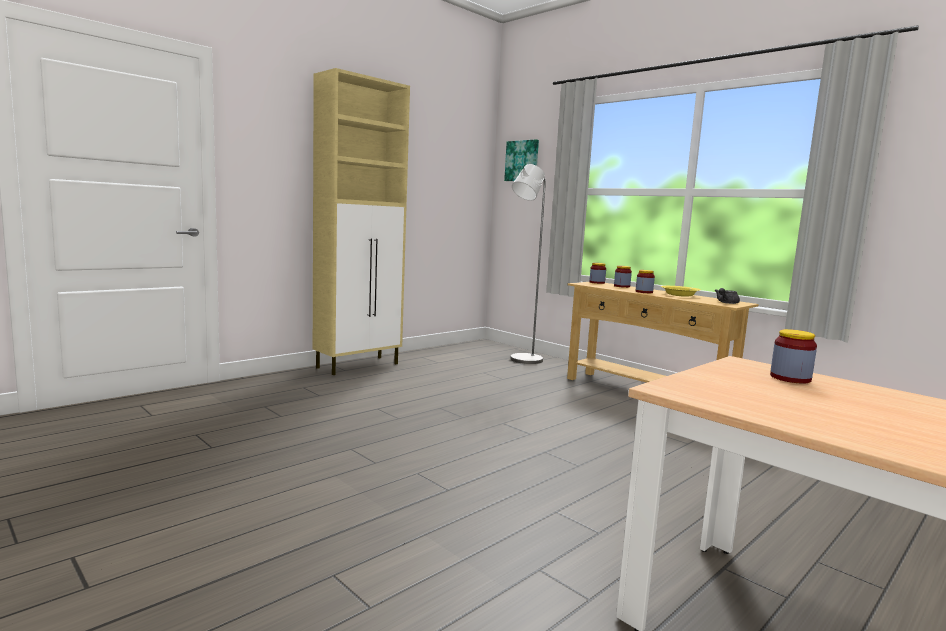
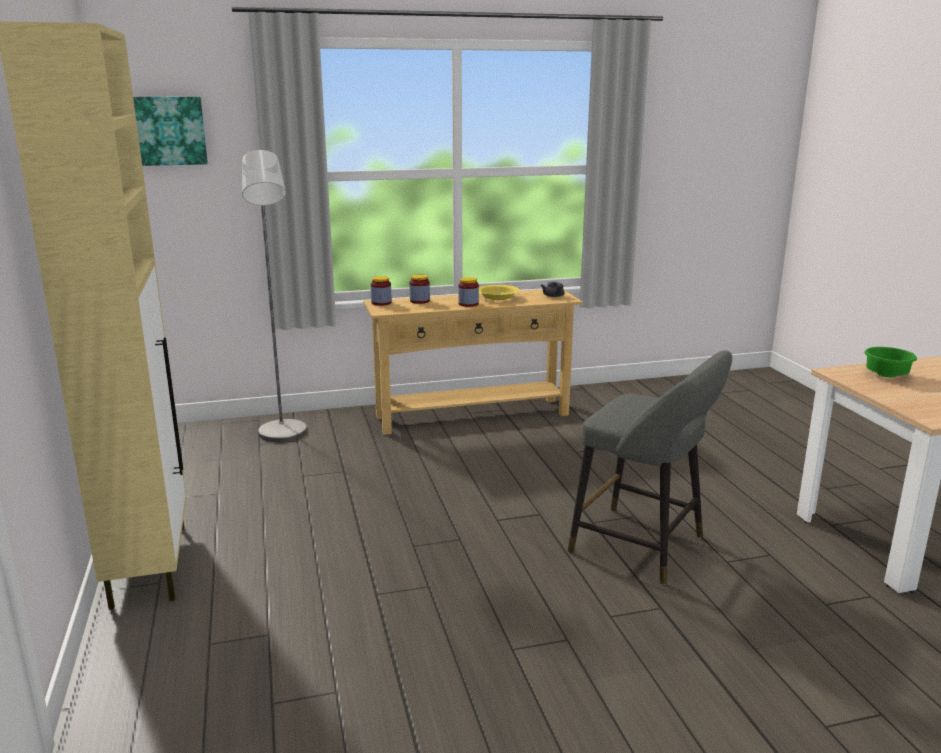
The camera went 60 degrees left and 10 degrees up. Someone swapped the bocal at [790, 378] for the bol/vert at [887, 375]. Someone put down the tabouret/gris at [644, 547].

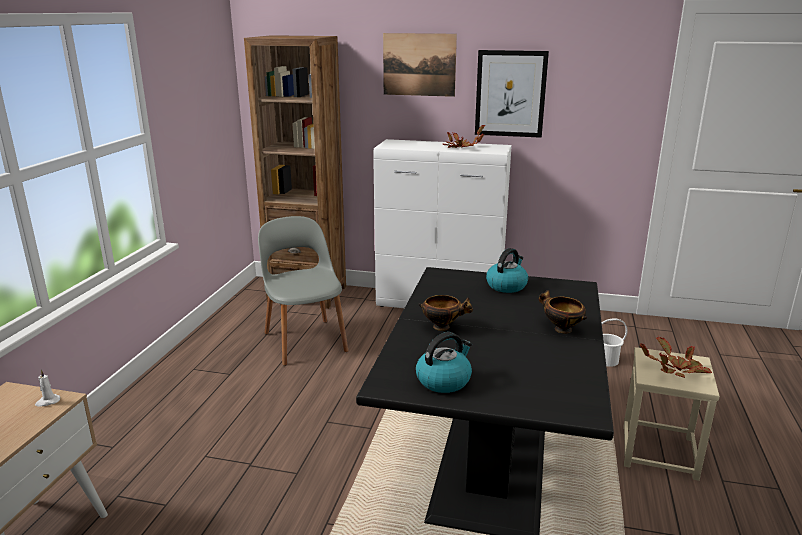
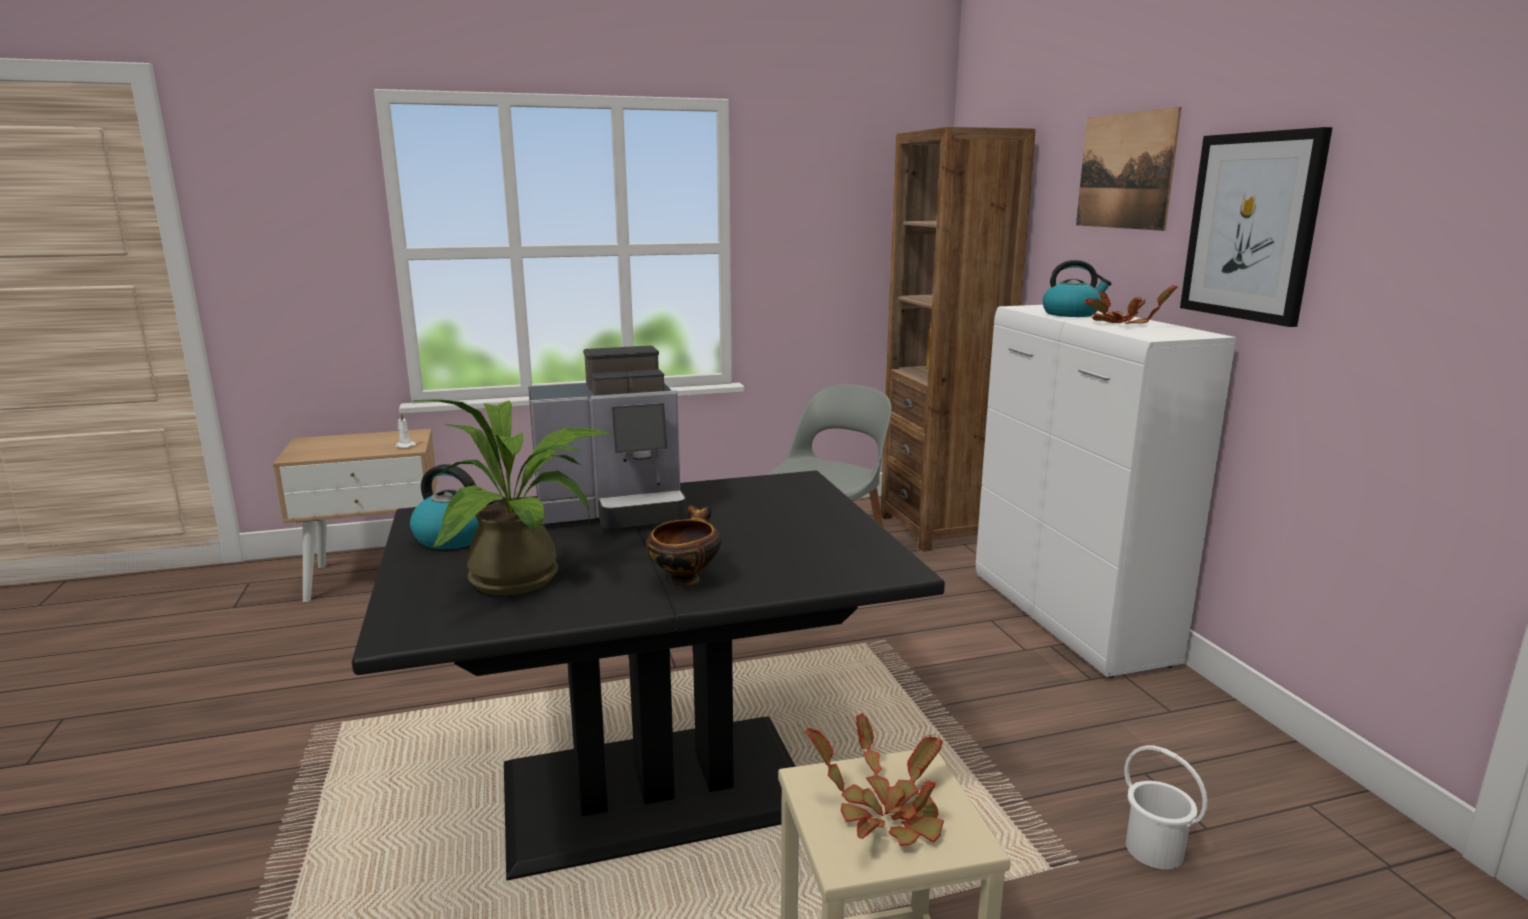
The camera went 60 degrees right and 5 degrees down. Someone carried the bouilloire from [506, 285] to [1071, 314]. Someone swapped the bol at [443, 327] for the machine à café at [614, 511]. Someone put down the plante en pot at [526, 577].

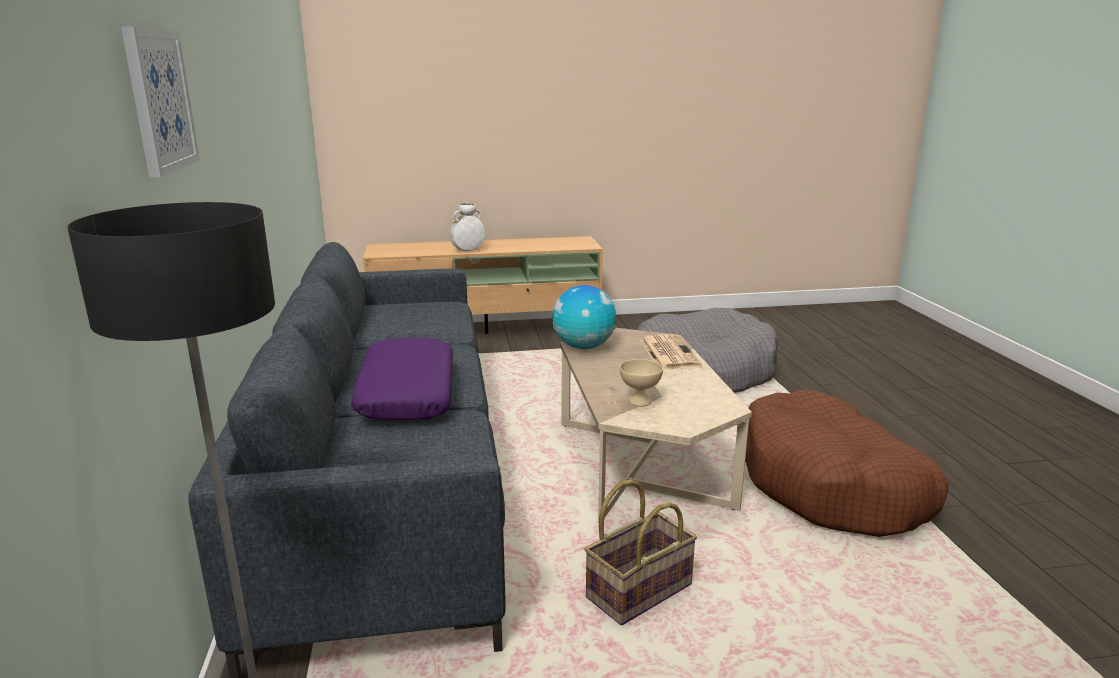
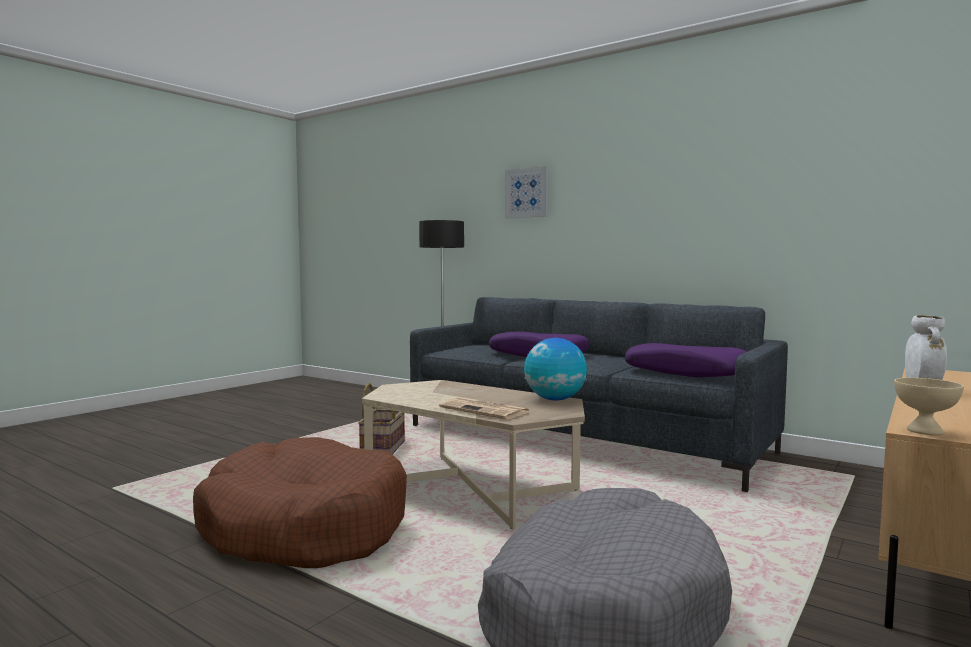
The camera went 135 degrees right and 15 degrees down. Someone carried the bol/beige from [639, 402] to [924, 431]. Someone put down the coussin/violet at [686, 372].

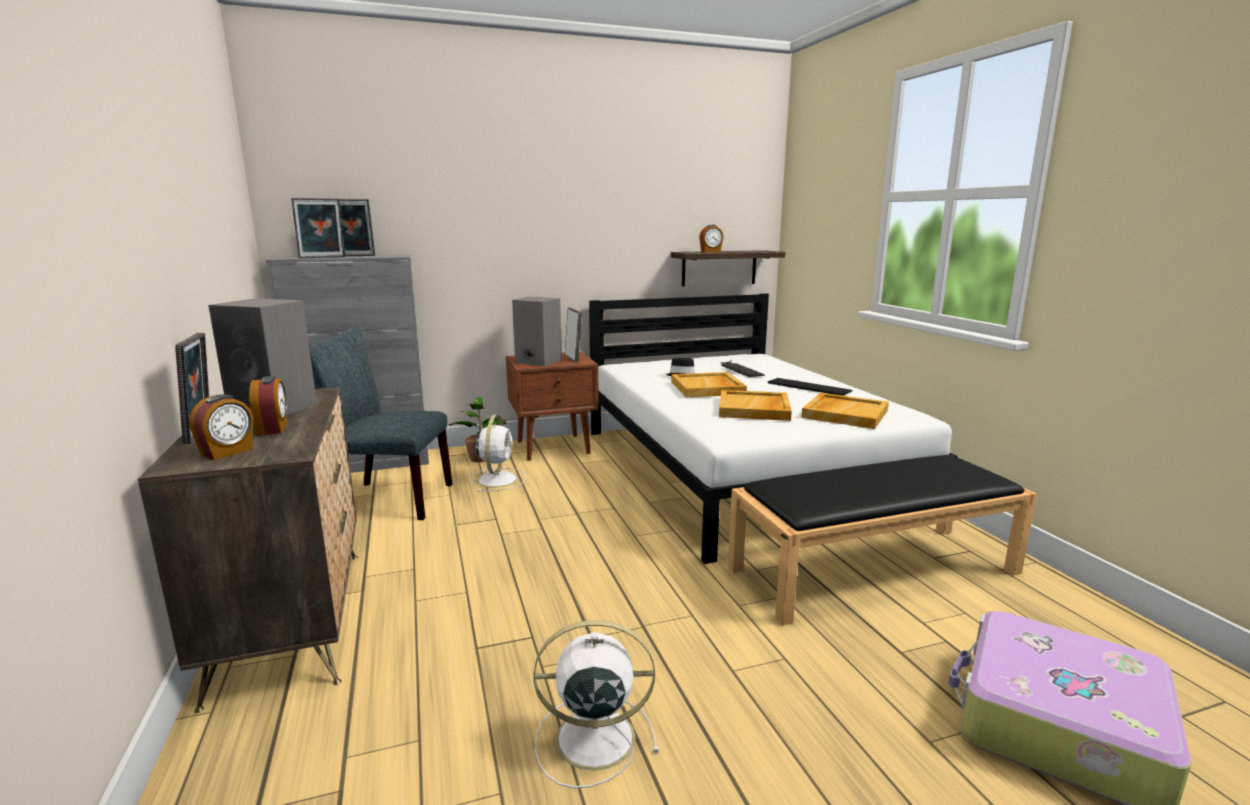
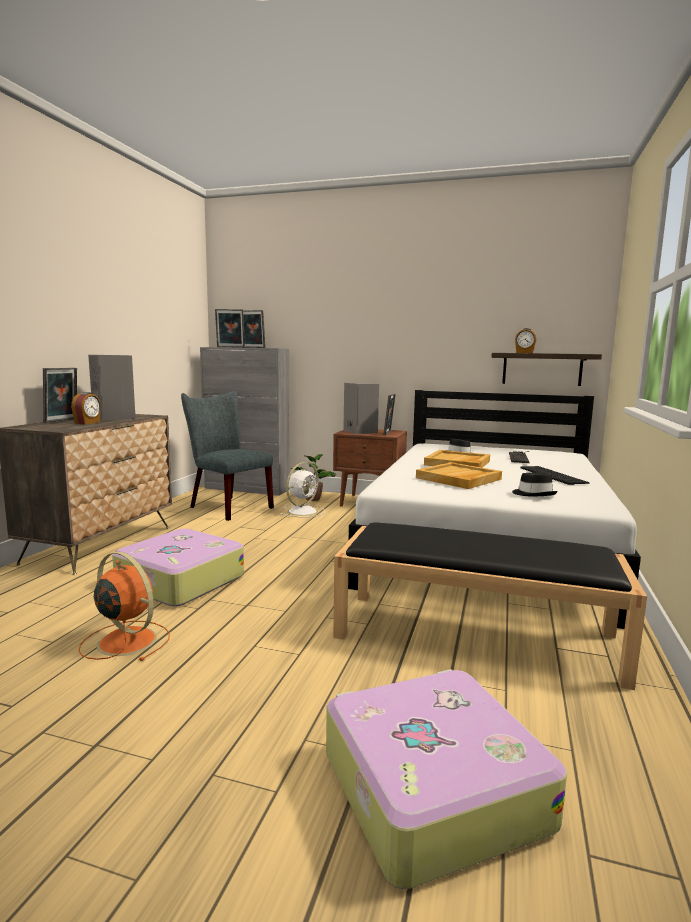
The camera went 35 degrees right and 5 degrees down. Someone swapped the plateau/beige at [844, 413] for the chapeau/noir at [534, 494]. Someone took away the réveil at [227, 452]. Someone repainted the ventilateur/blanc at [591, 738], which became the ventilateur/orange at [125, 640]. Someone put down the valise at [179, 580].

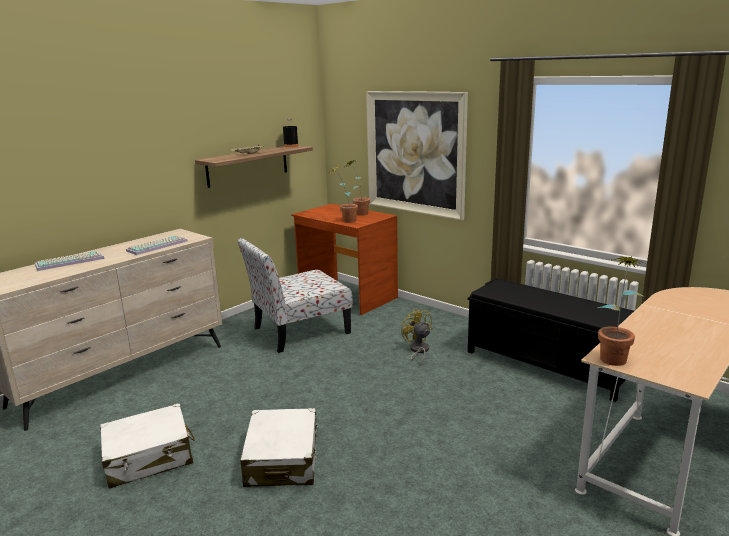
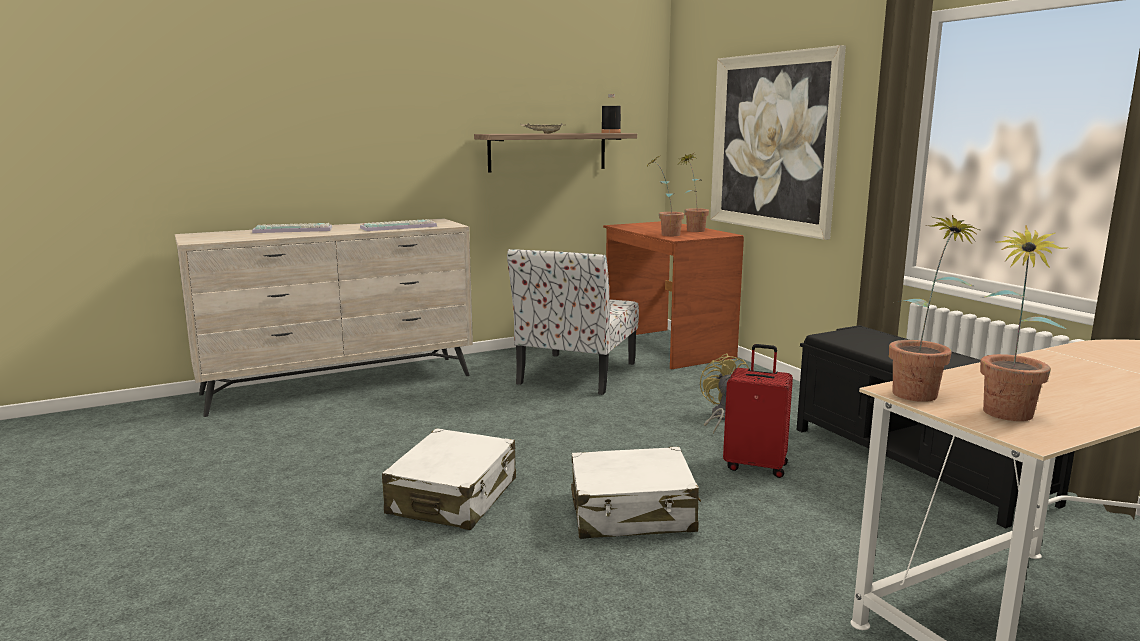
The camera went 20 degrees right and 5 degrees down. Someone rotated the chaise at [299, 331] by 60 degrees counterclockwise. Someone carried the valise/blanc from [149, 457] to [632, 513]. Someone put down the plante en pot at [1005, 417]. Someone put down the valise/rouge at [756, 466].

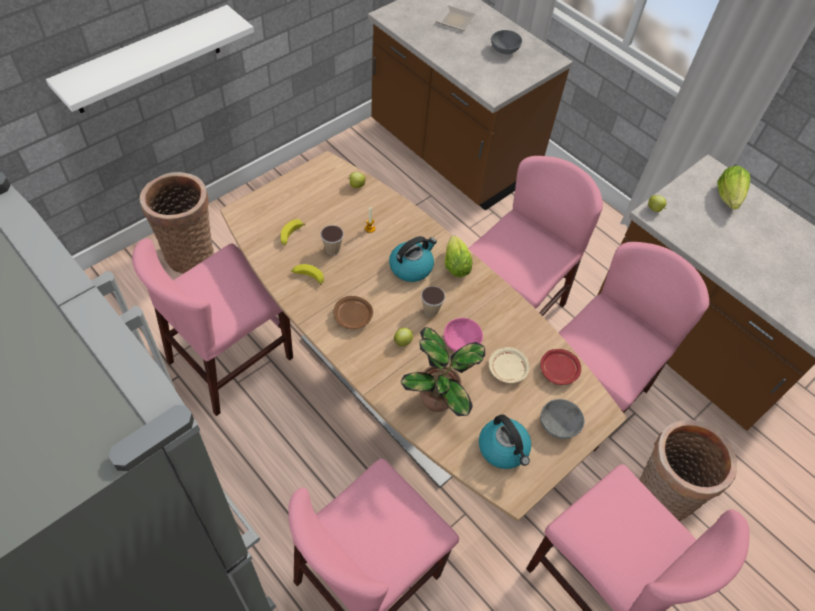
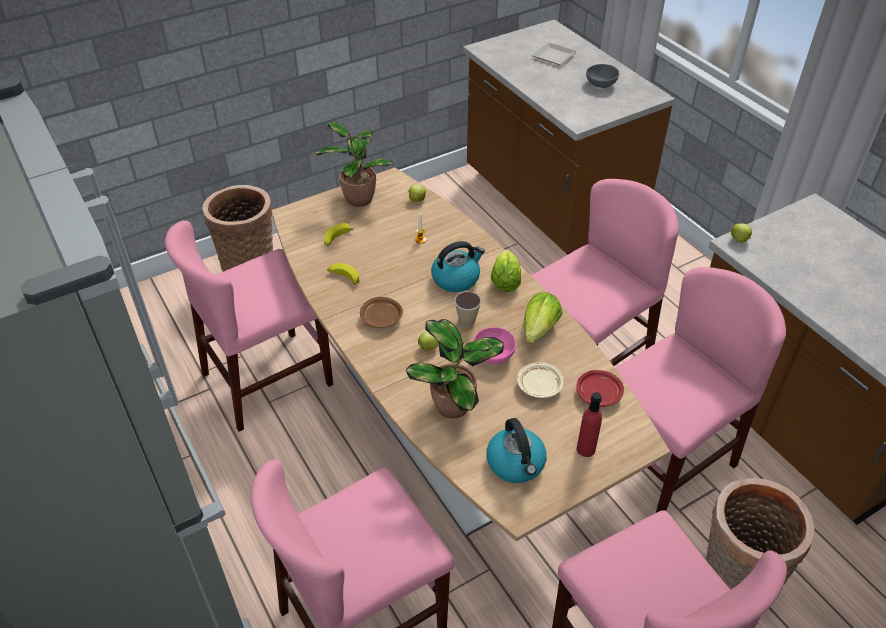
The camera went 15 degrees right and 10 degrees down. Someone took away the étagère/blanc at [147, 60]. Someone carried the laitue from [728, 197] to [539, 329]. Someone took away the tasse at [332, 250]. Someone swapped the bol/gris at [558, 426] for the bouteille/rouge at [586, 449]. Someone put down the plante en pot at [357, 198].

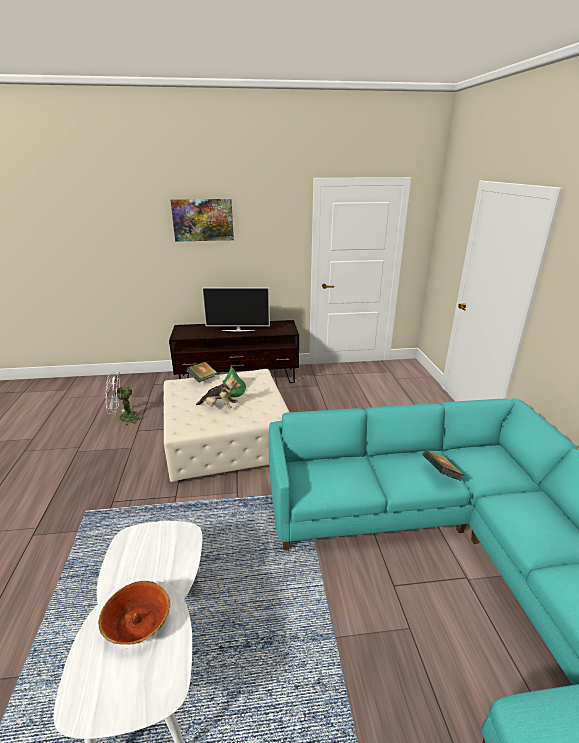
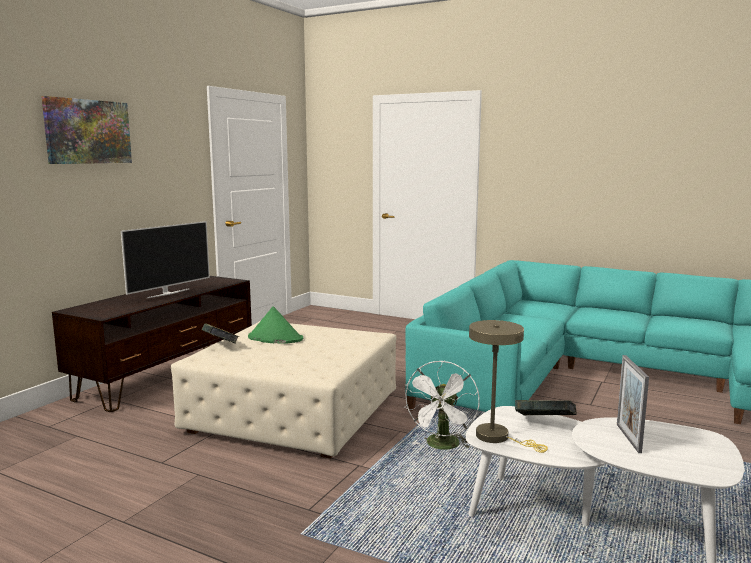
The camera went 55 degrees left and 15 degrees down. Someone carried the ventilateur/blanc from [124, 418] to [442, 446]. Someone took away the peluche at [219, 407]. Someone carried the livre from [440, 474] to [544, 424]. Someone swapped the bol at [138, 623] for the cadre photo at [628, 438]. Someone put down the lampe de table/beige at [498, 437].

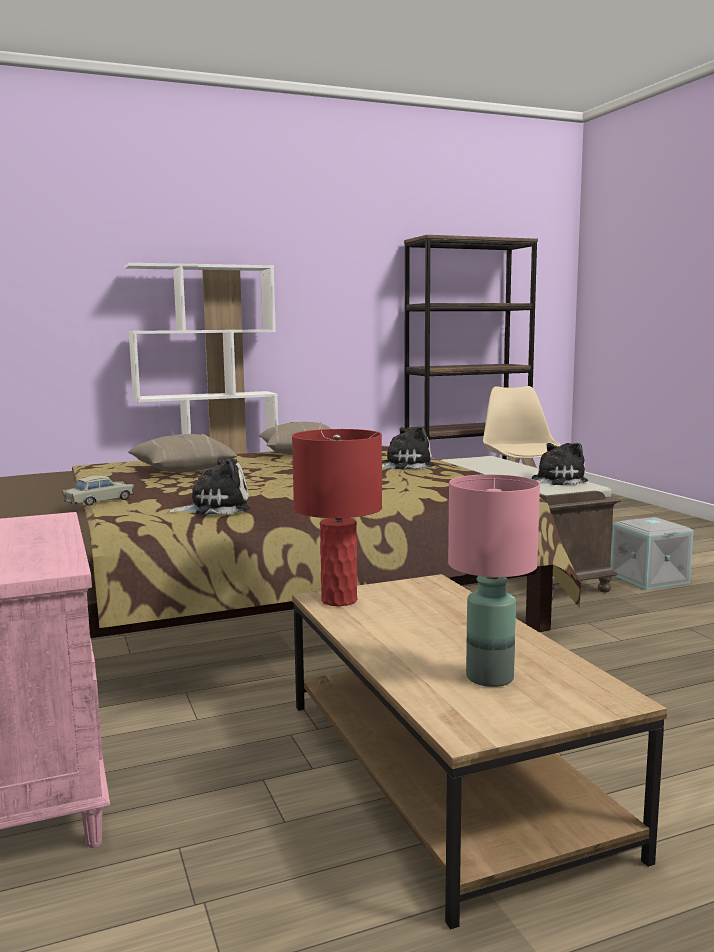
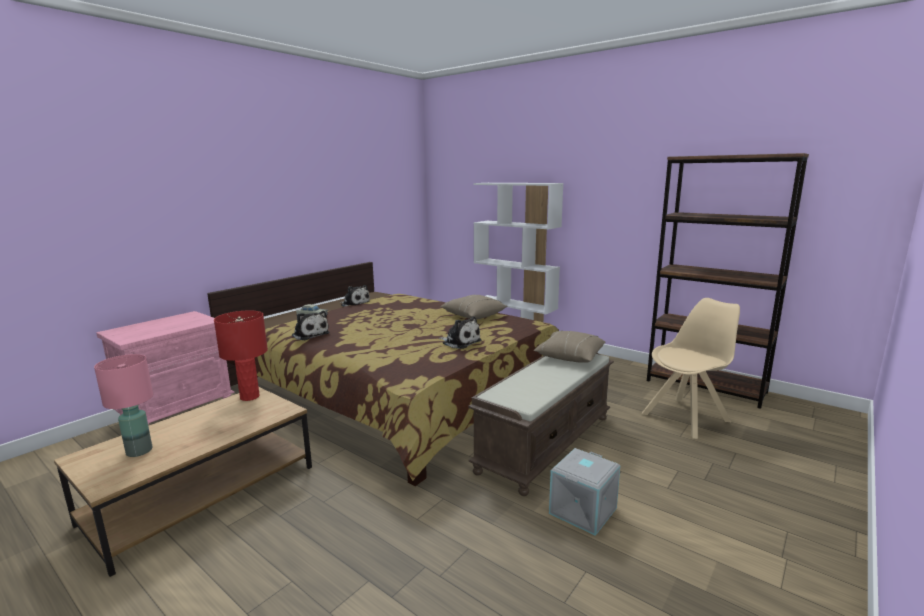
The camera went 60 degrees right and 5 degrees up. Someone carried the coussin/beige from [182, 470] to [569, 356]. Someone carried the peluche from [555, 481] to [354, 304].

